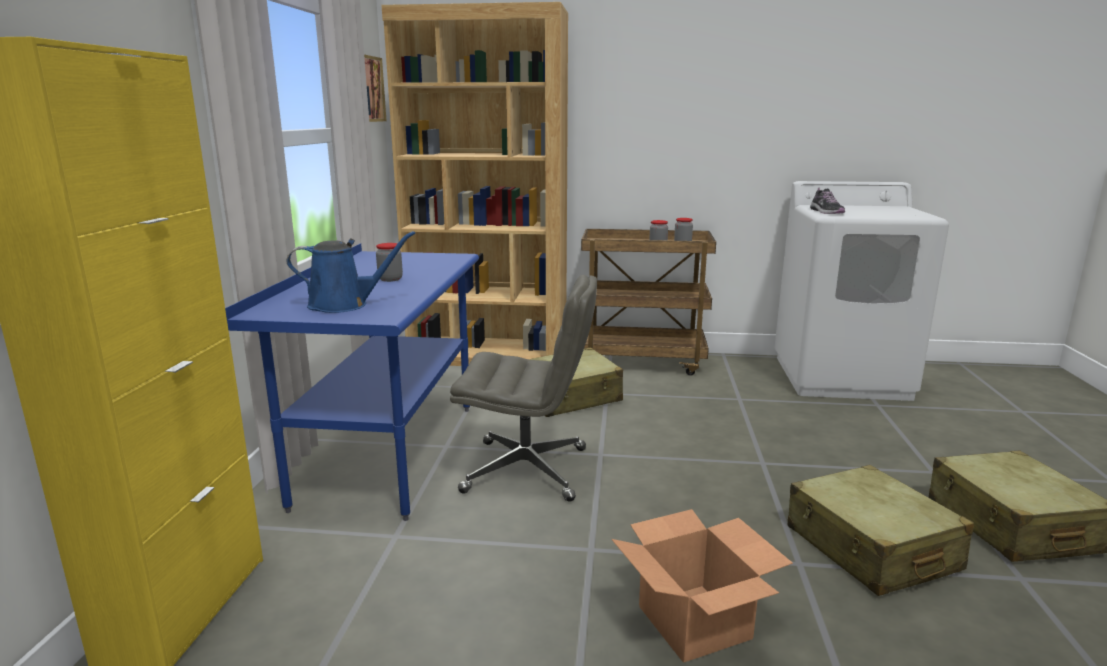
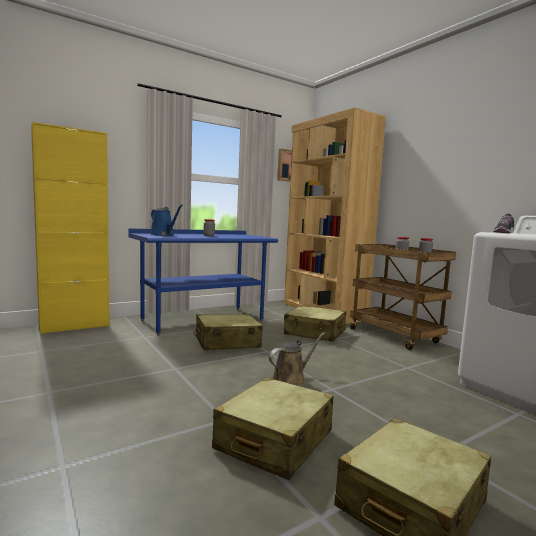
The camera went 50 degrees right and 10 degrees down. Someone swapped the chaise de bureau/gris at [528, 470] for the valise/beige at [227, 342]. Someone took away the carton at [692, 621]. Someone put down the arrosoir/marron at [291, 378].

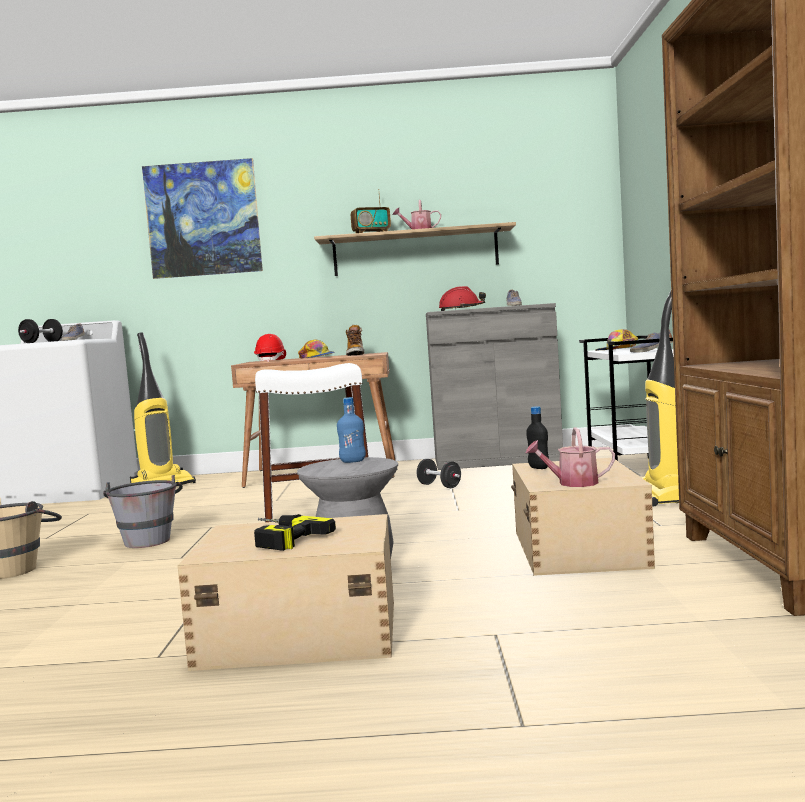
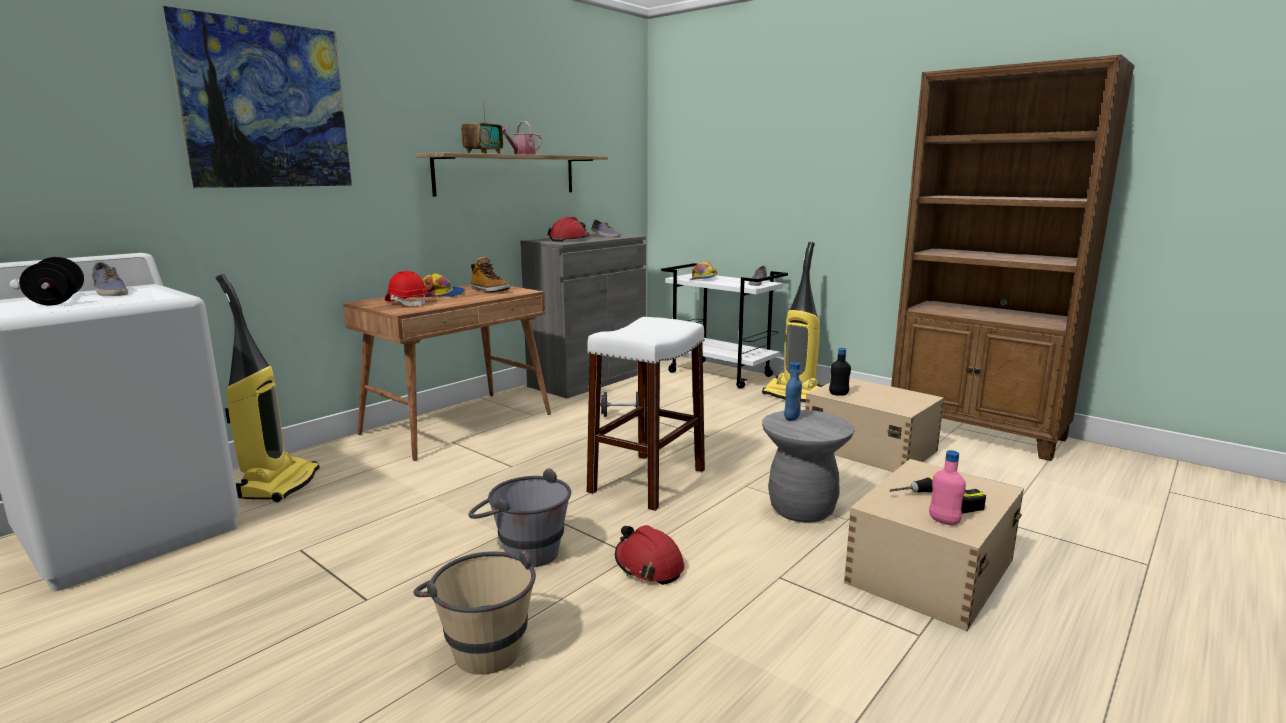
The camera went 50 degrees left and 10 degrees up. Someone took away the arrosoir at [572, 483]. Someone put down the bouteille/rose at [944, 521]. Someone put down the casque de chantier/rouge at [648, 565].

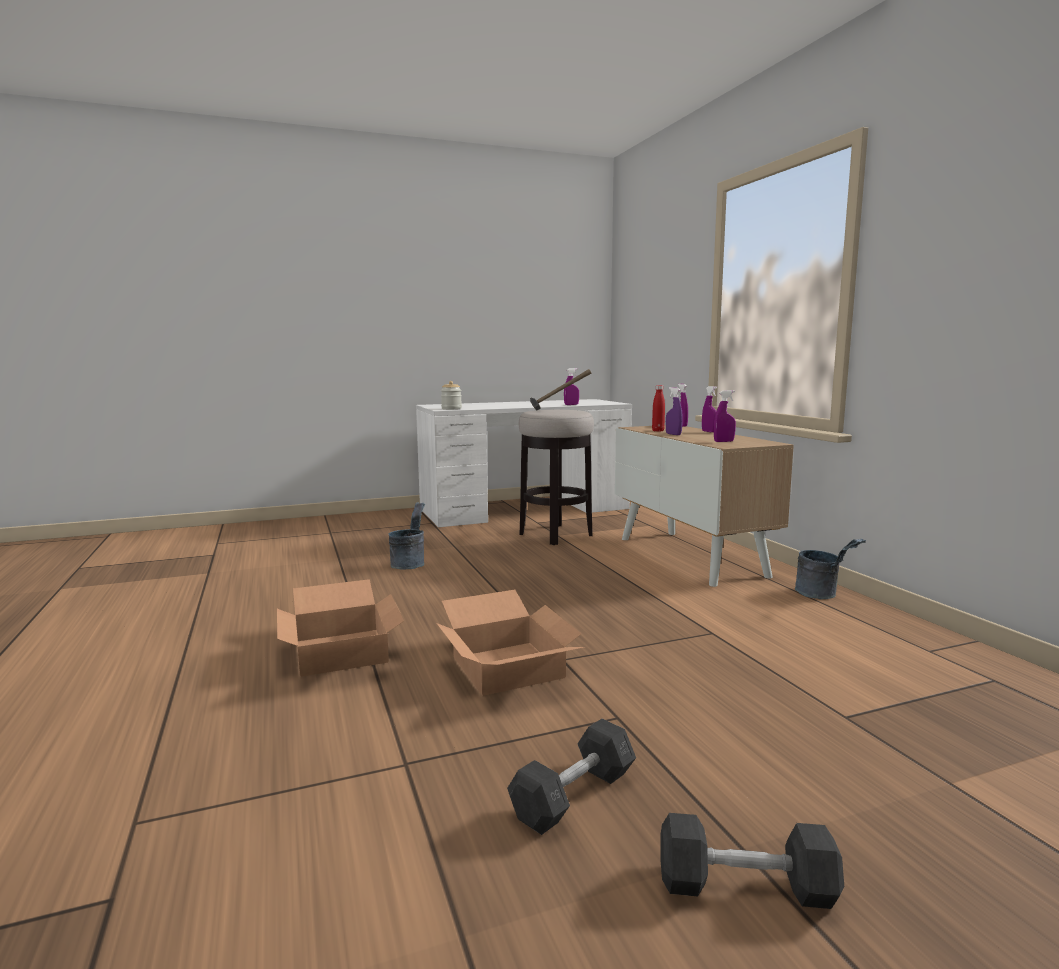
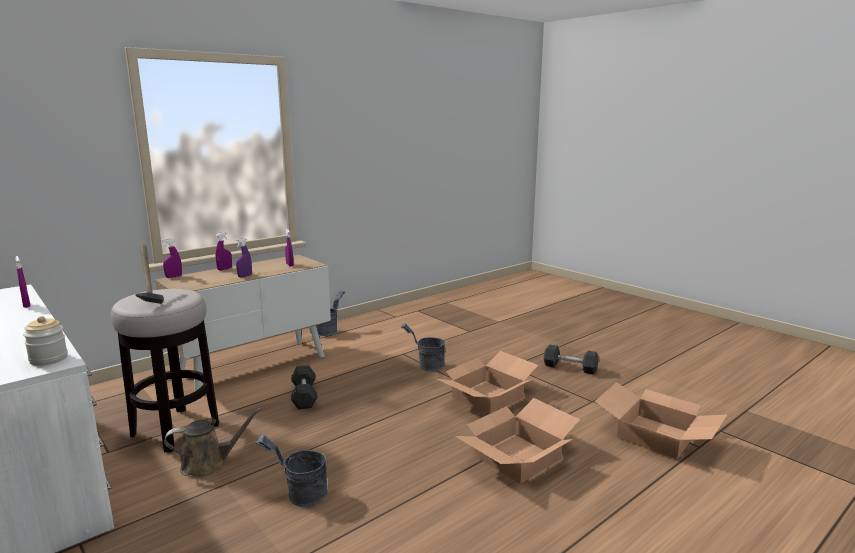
The camera went 110 degrees left and 5 degrees up. Someone took away the bouteille/rouge at [658, 431]. Someone carried the haltère/gris from [745, 886] to [304, 396]. Someone put down the seau/gris at [426, 366]. Someone put down the carton at [657, 436]. Someone put down the arrosoir/marron at [208, 464].

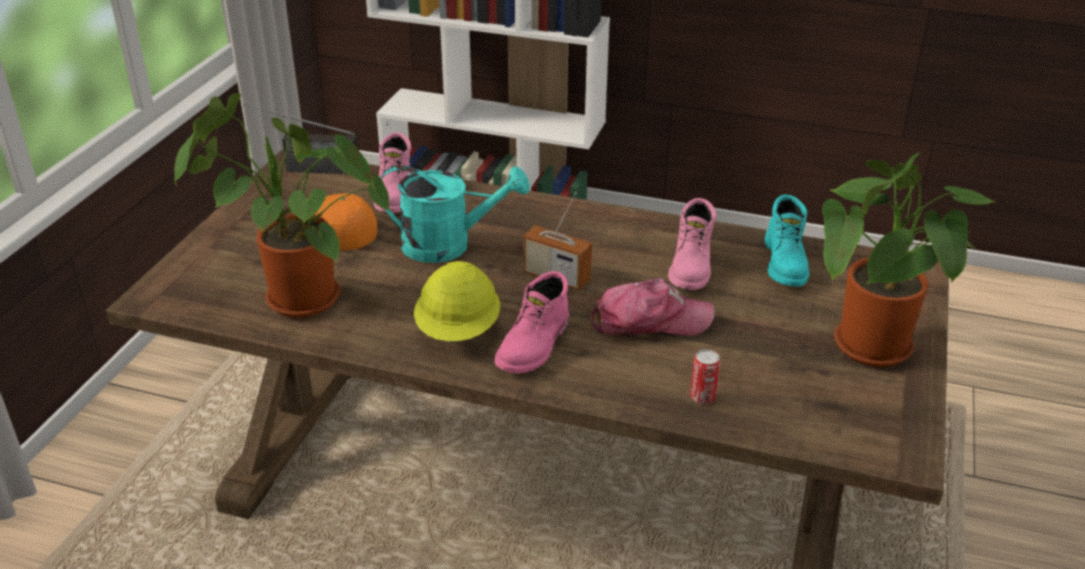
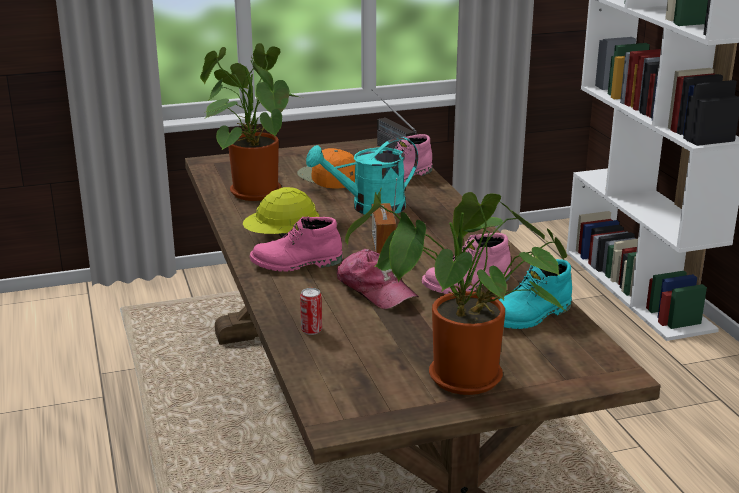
The camera went 55 degrees right and 10 degrees down. Someone rotated the arrosoir/turquoise at [449, 245] by 105 degrees clockwise.

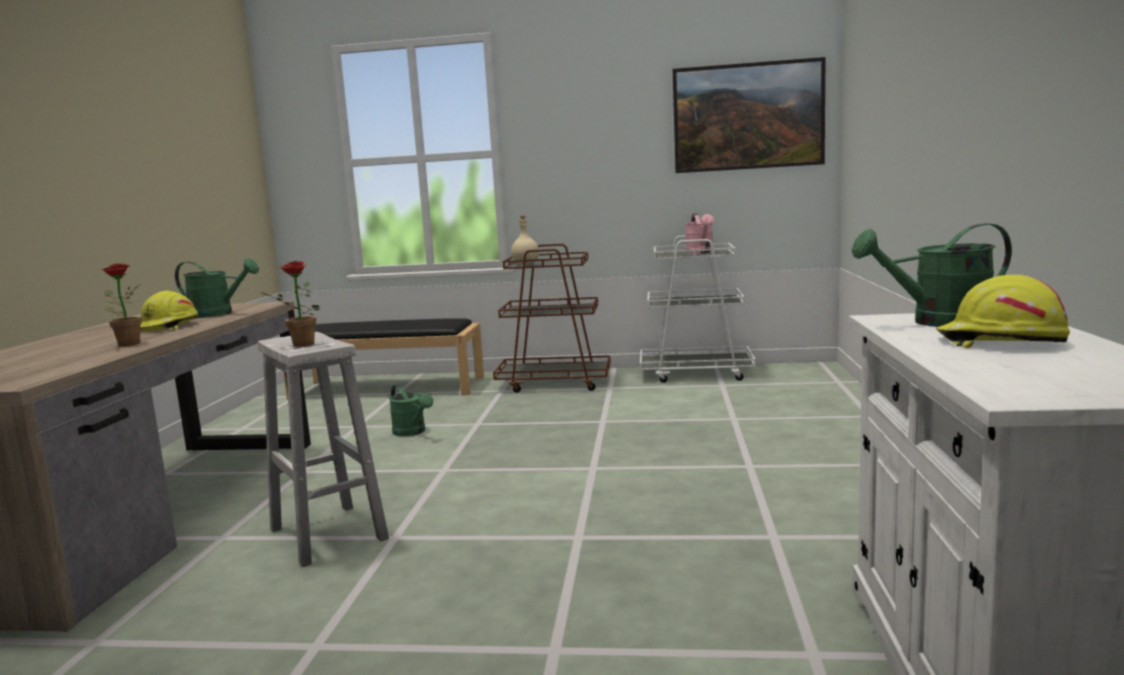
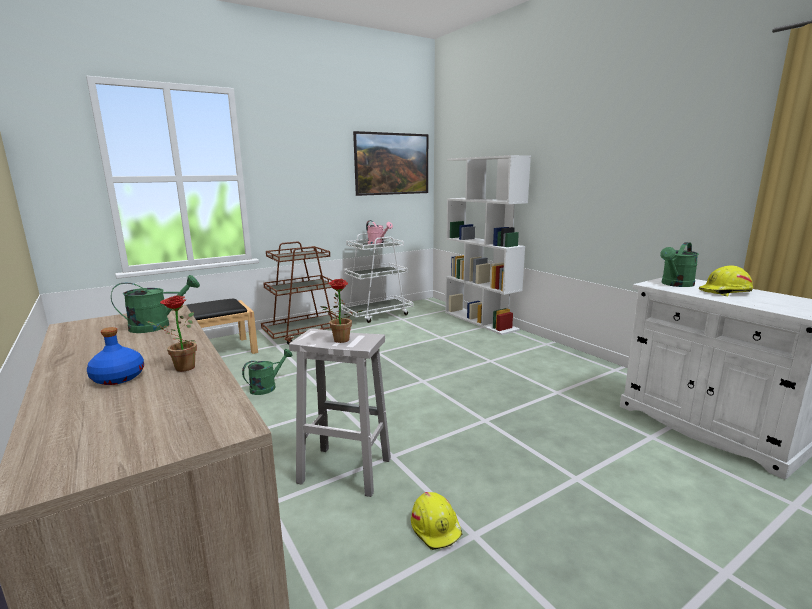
The camera went 40 degrees left and 5 degrees up. Someone took away the bouteille/beige at [526, 264]. Someone carried the casque de chantier/jaune from [169, 327] to [436, 527]. Someone rotated the arrosoir/vert at [412, 432] by 60 degrees counterclockwise. Someone put down the bibliothèque/blanc at [481, 321]. Someone put down the bouteille/bleu at [117, 378].

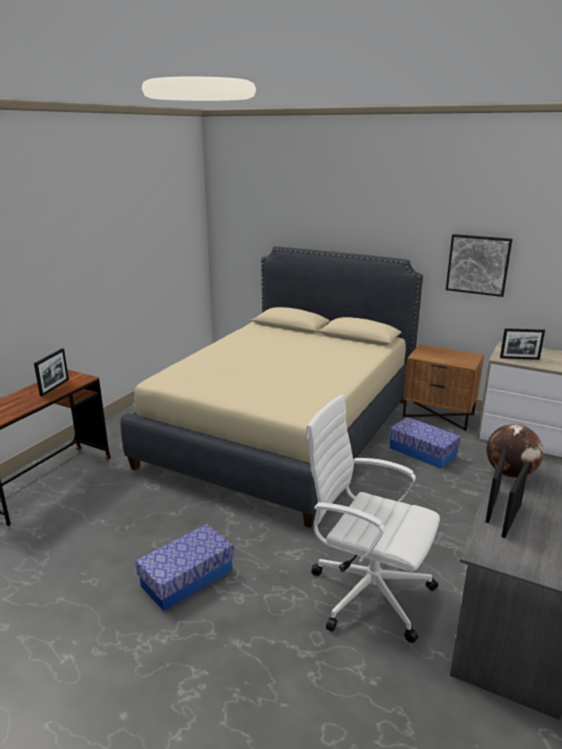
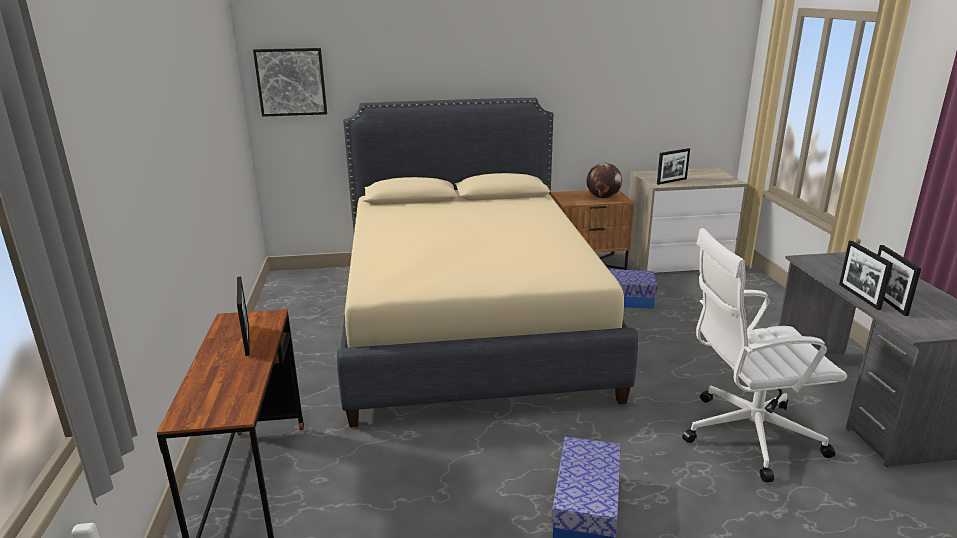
The camera went 35 degrees left and 0 degrees up. Someone carried the tableau from [478, 264] to [291, 82]. Someone carried the globe from [510, 473] to [603, 197].

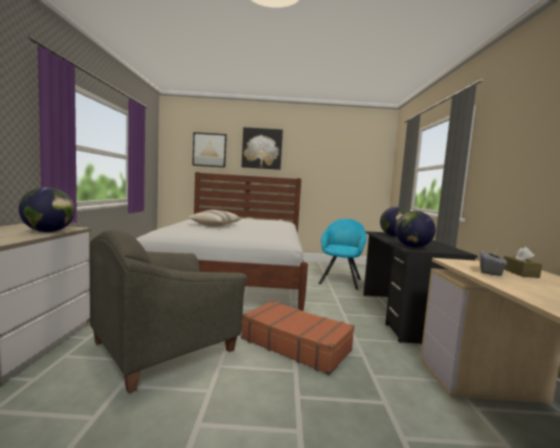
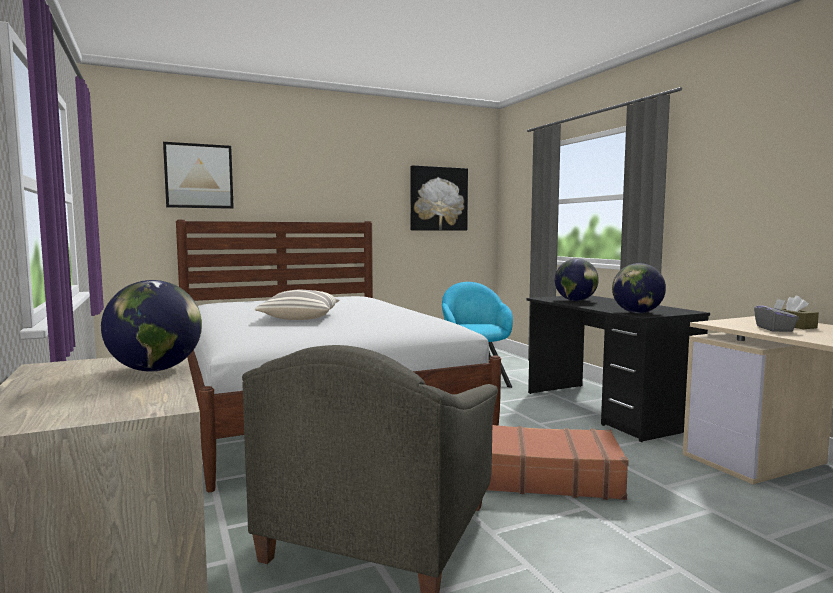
The camera went 25 degrees left and 0 degrees up. Someone carried the tableau from [262, 148] to [438, 199].

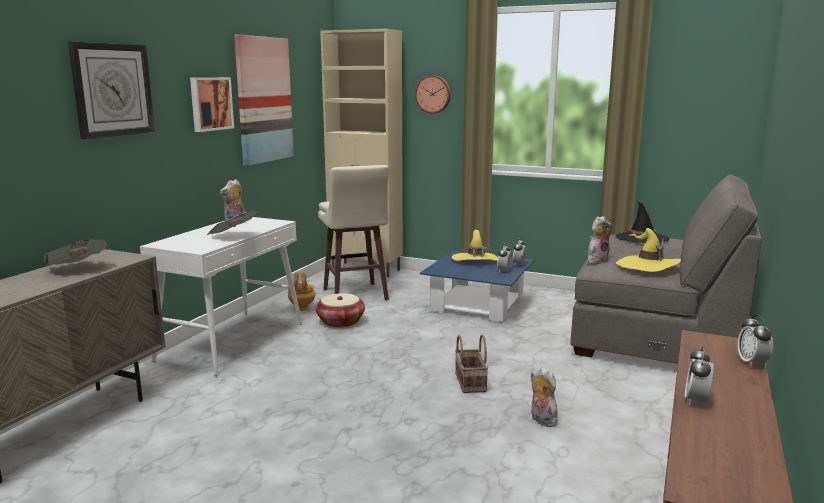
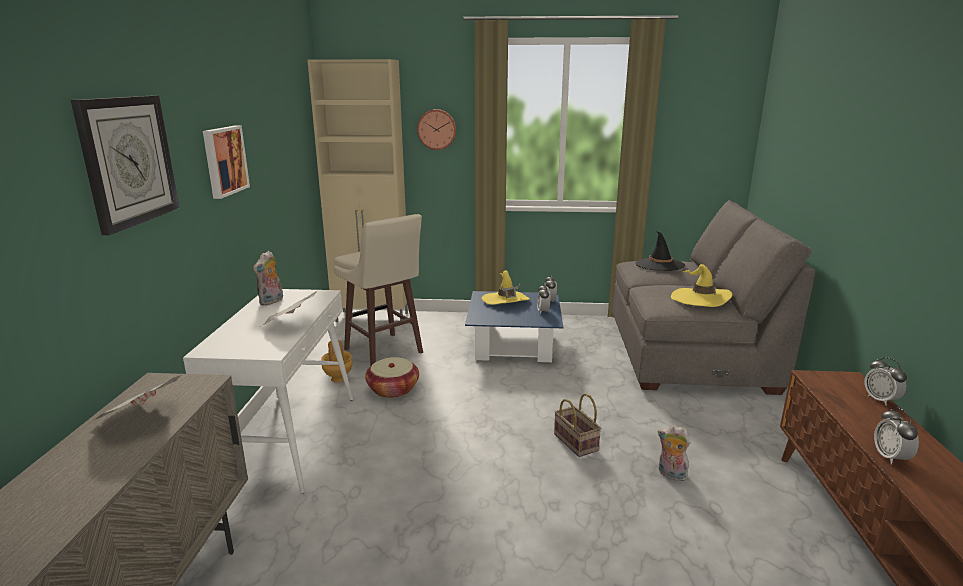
The camera went 20 degrees left and 5 degrees up. Someone took away the tableau at [263, 100]. Someone took away the peluche at [597, 261].

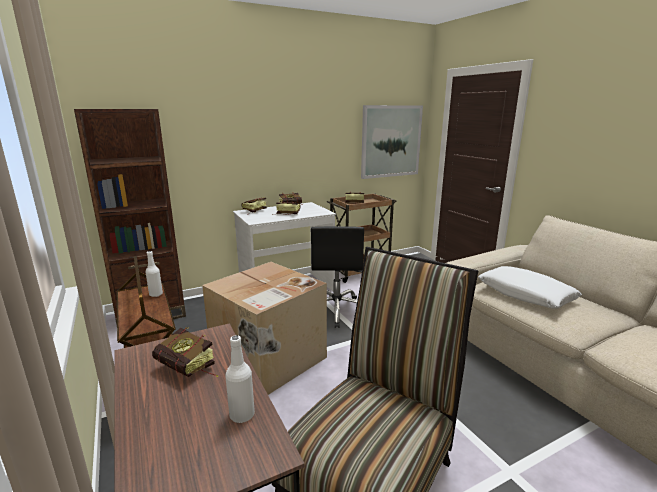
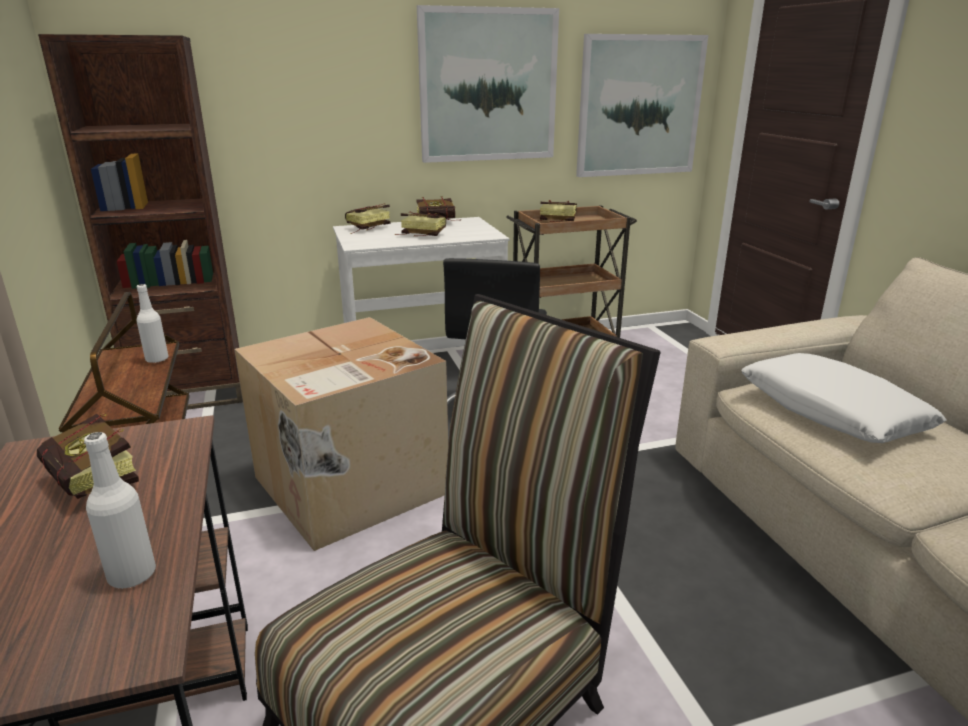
The camera went 10 degrees right and 5 degrees up. Someone put up the tableau at [488, 86].

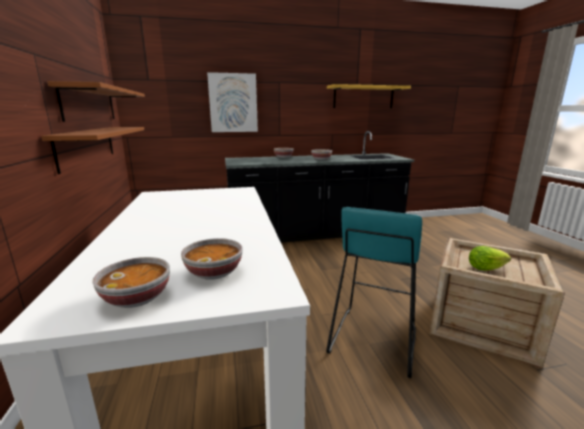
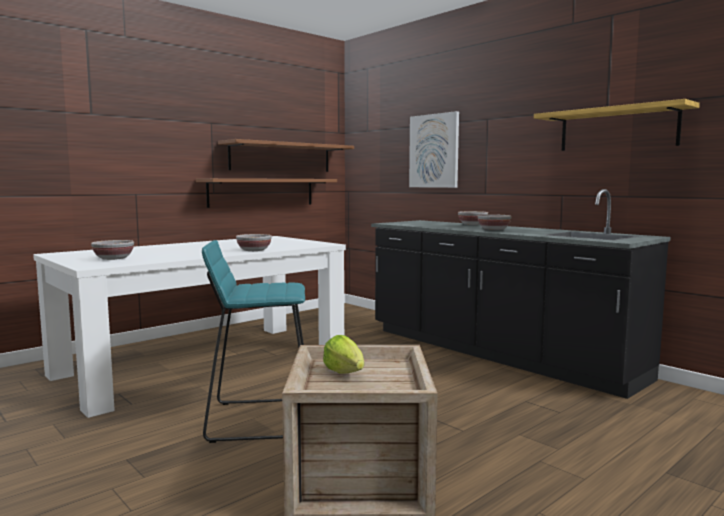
The camera went 60 degrees right and 10 degrees down. Someone carried the bol from [138, 298] to [254, 250].

